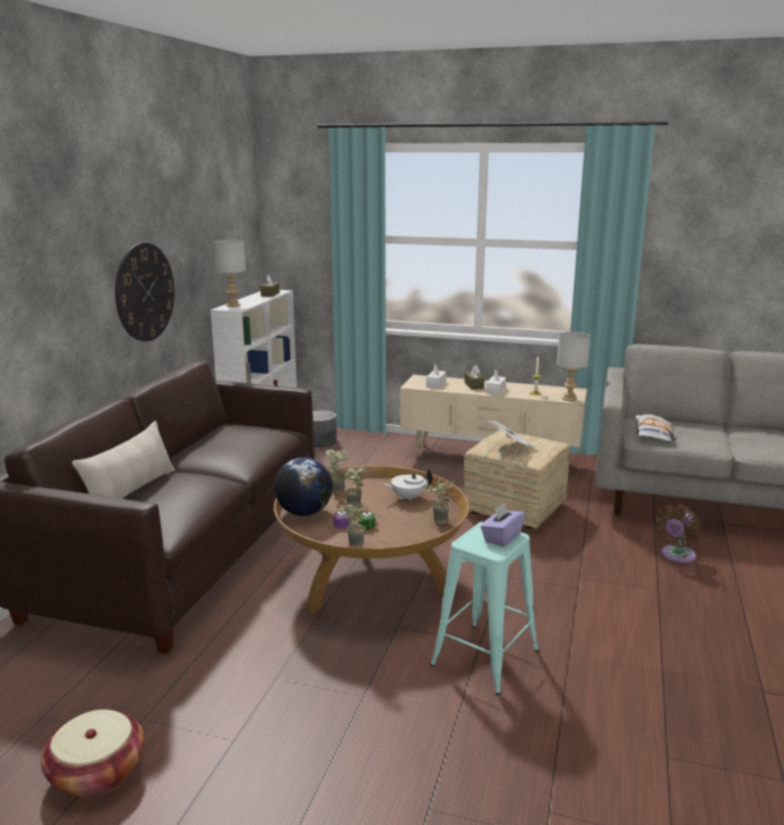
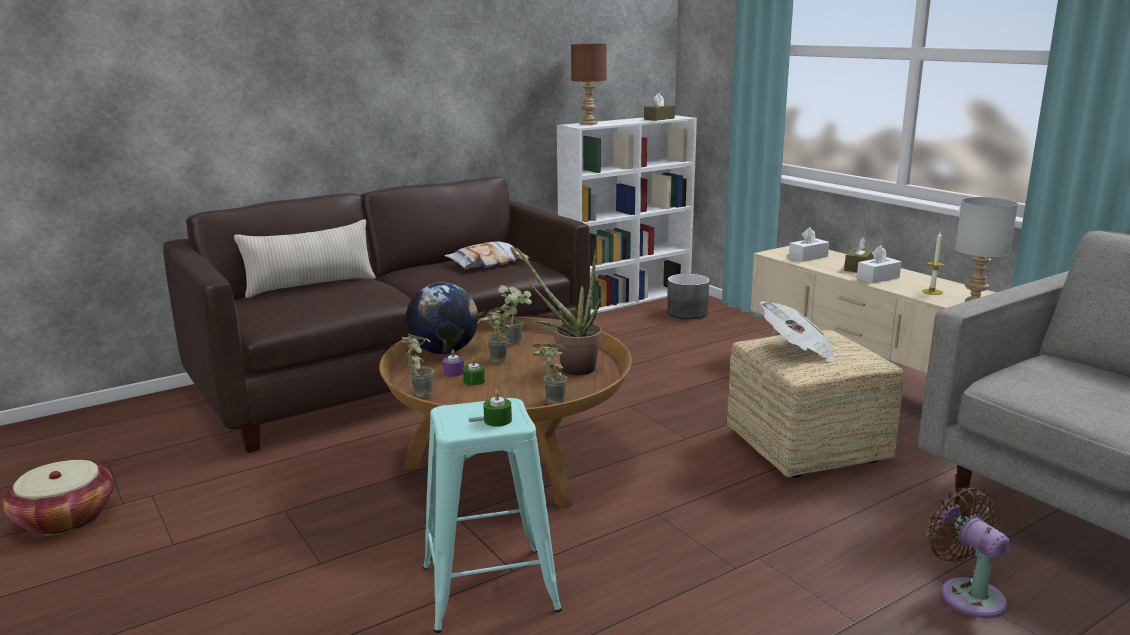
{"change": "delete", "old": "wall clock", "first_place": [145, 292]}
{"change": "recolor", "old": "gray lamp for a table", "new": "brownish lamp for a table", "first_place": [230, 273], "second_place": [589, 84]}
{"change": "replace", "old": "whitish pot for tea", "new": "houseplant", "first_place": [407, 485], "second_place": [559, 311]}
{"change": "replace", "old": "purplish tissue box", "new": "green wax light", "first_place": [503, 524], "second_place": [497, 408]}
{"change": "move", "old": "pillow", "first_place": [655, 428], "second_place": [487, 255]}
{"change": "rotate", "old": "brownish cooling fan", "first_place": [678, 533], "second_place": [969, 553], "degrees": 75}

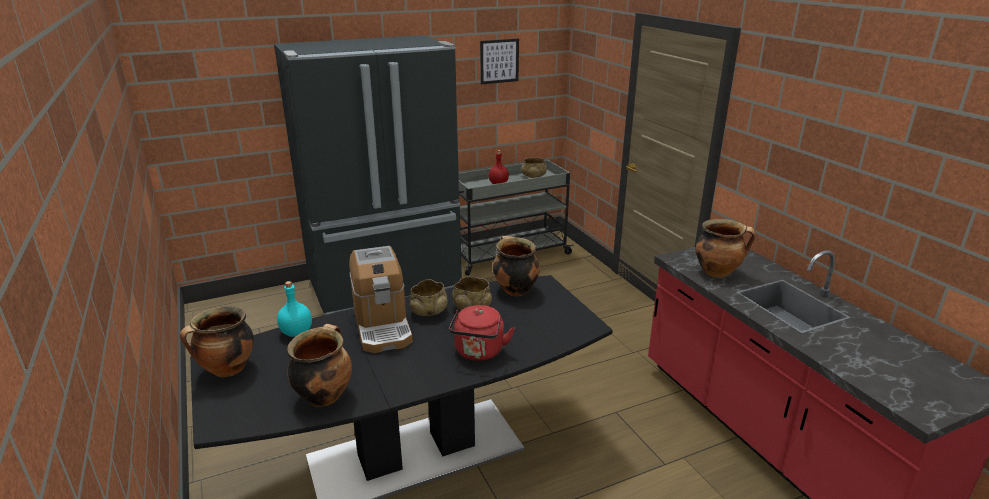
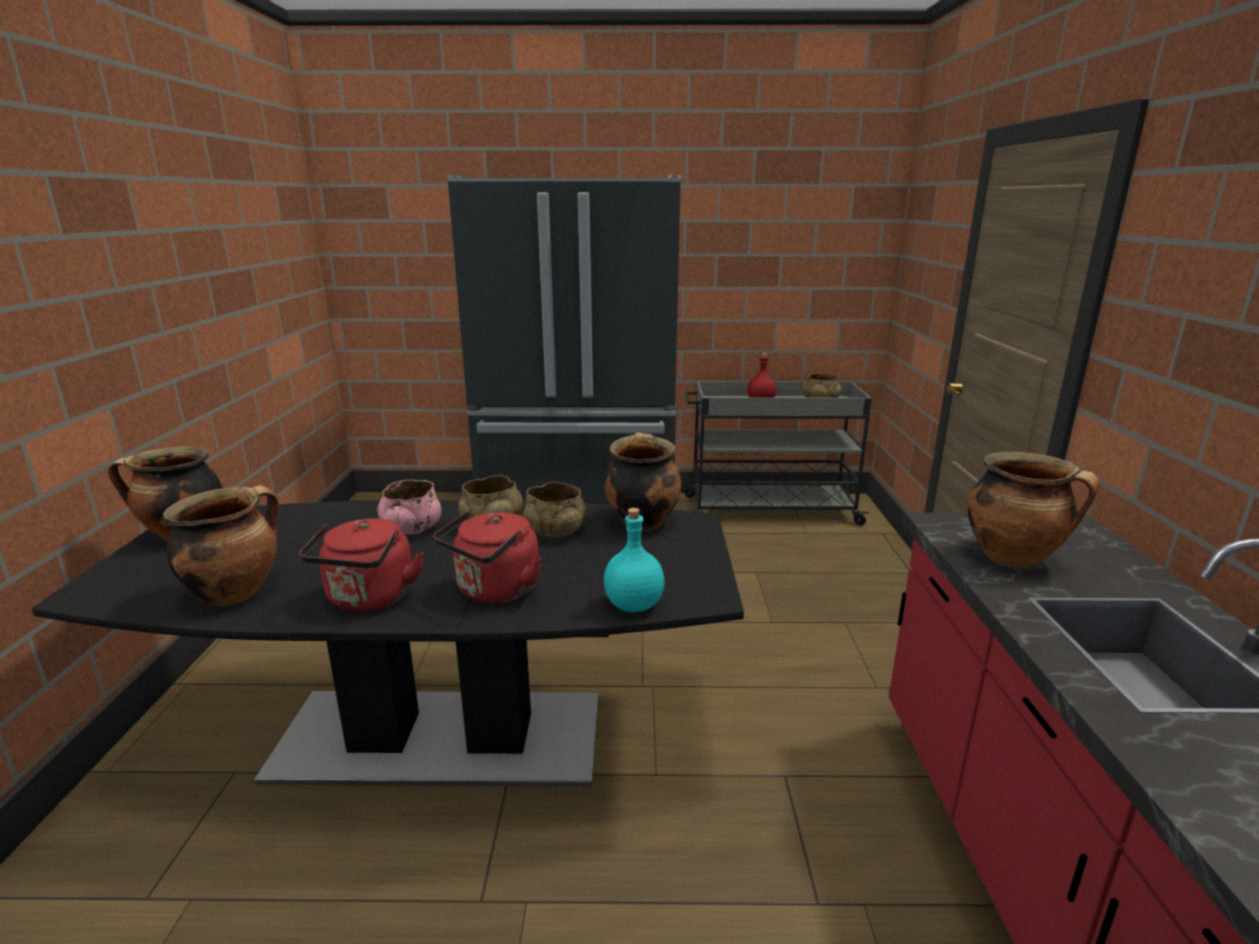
{"change": "move", "old": "turquoise-coloured bottle", "first_place": [294, 309], "second_place": [634, 560]}
{"change": "replace", "old": "coffee brewer", "new": "pinkish serving bowl", "first_place": [381, 299], "second_place": [409, 507]}
{"change": "delete", "old": "wall art", "first_place": [499, 61]}
{"change": "insert", "new": "red-coloured tea kettle", "second_place": [361, 565]}

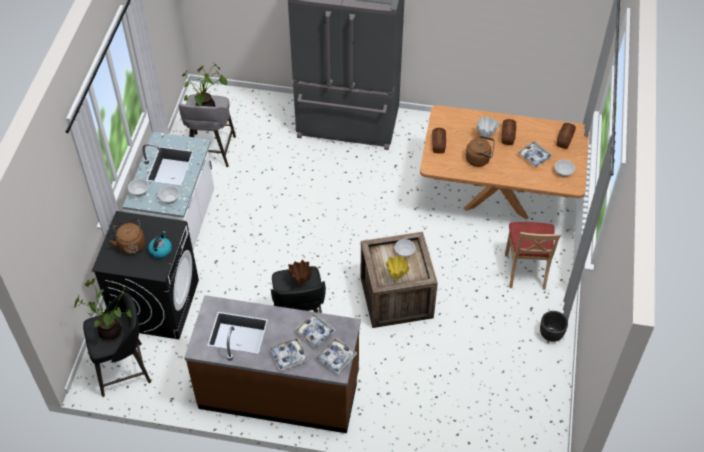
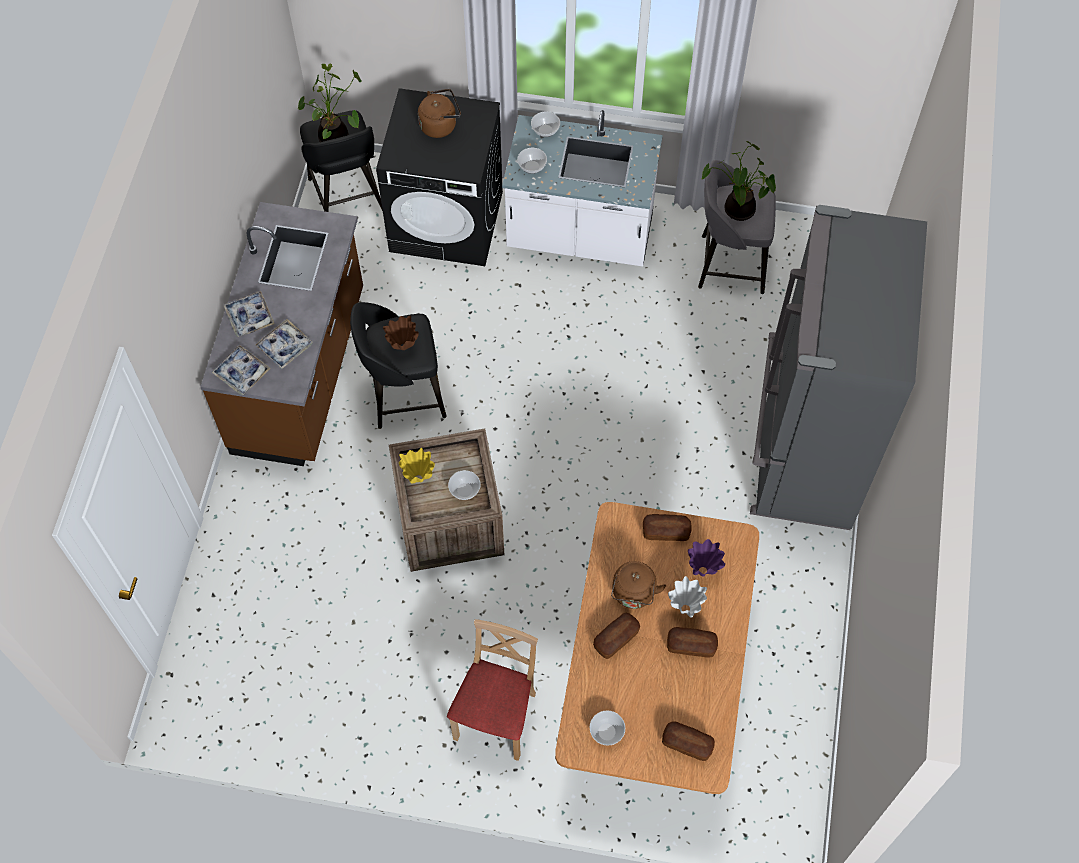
{"change": "delete", "old": "tea kettle", "first_place": [160, 244]}
{"change": "rotate", "old": "sand-coloured upright chair", "first_place": [533, 256], "second_place": [492, 690], "degrees": 105}
{"change": "delete", "old": "tray", "first_place": [535, 154]}
{"change": "delete", "old": "black planter", "first_place": [554, 326]}
{"change": "insert", "new": "bread", "second_place": [616, 636]}
{"change": "insert", "new": "purplish decorative vase", "second_place": [706, 558]}

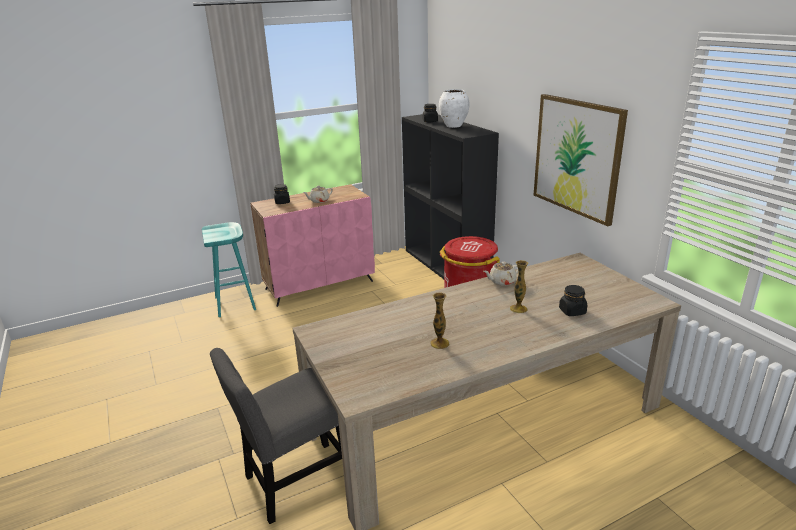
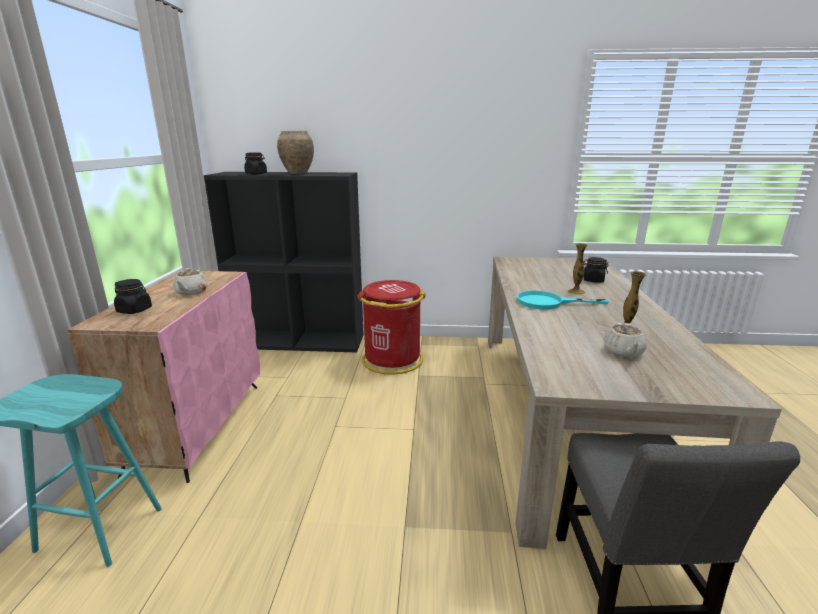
{"change": "recolor", "old": "whitish decorative vase", "new": "brownish decorative vase", "first_place": [454, 108], "second_place": [295, 152]}
{"change": "move", "old": "sand-coloured pot for tea", "first_place": [500, 274], "second_place": [625, 340]}
{"change": "delete", "old": "wall art", "first_place": [581, 160]}
{"change": "insert", "new": "turquoise-coloured pan", "second_place": [563, 299]}

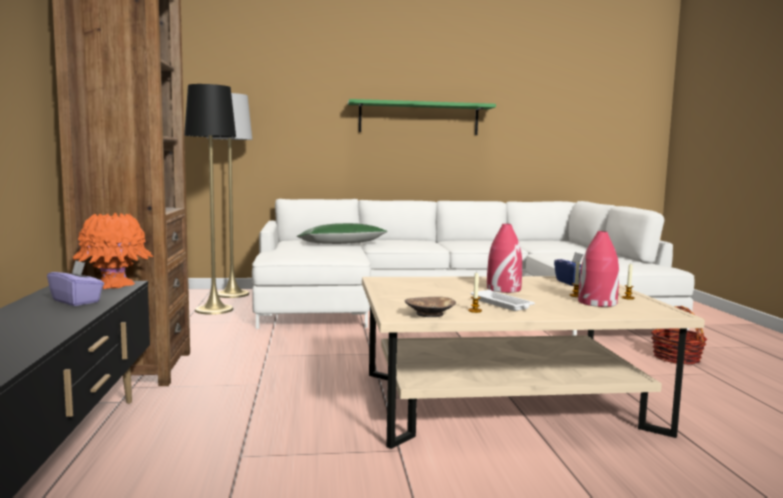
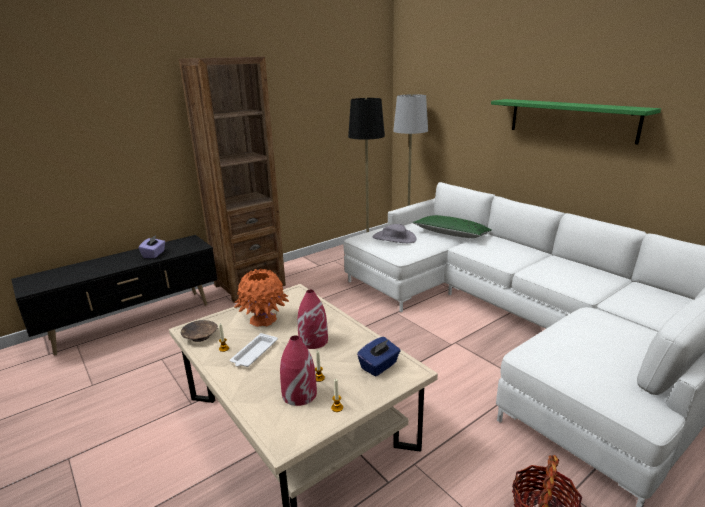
{"change": "move", "old": "orange-coloured decorative vase", "first_place": [112, 251], "second_place": [261, 298]}
{"change": "insert", "new": "gray hat", "second_place": [394, 233]}

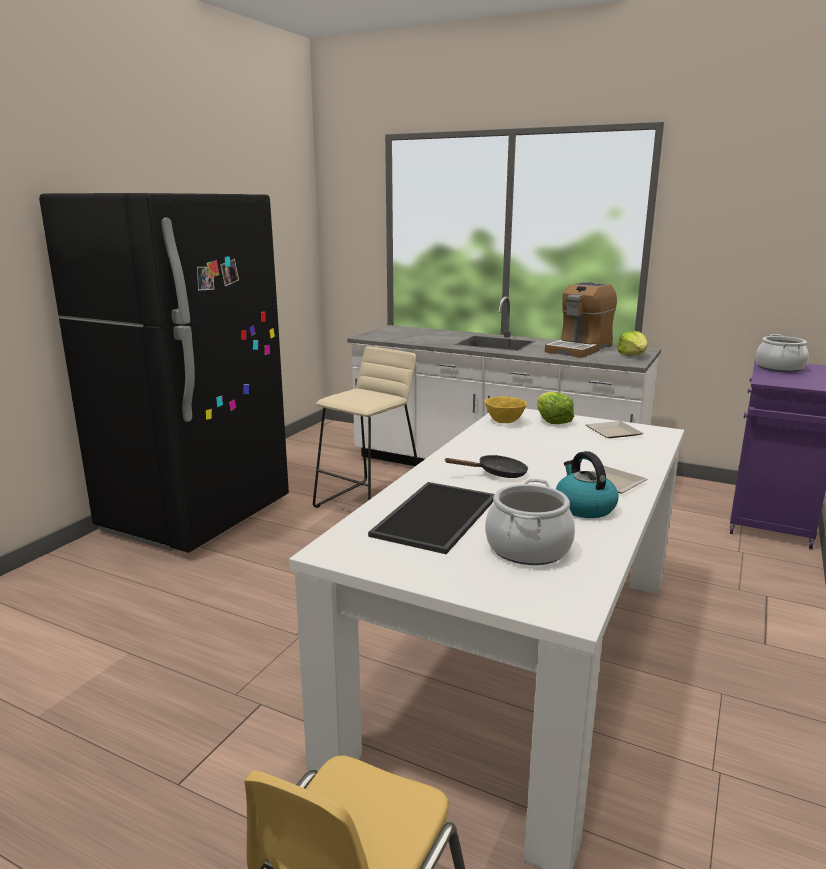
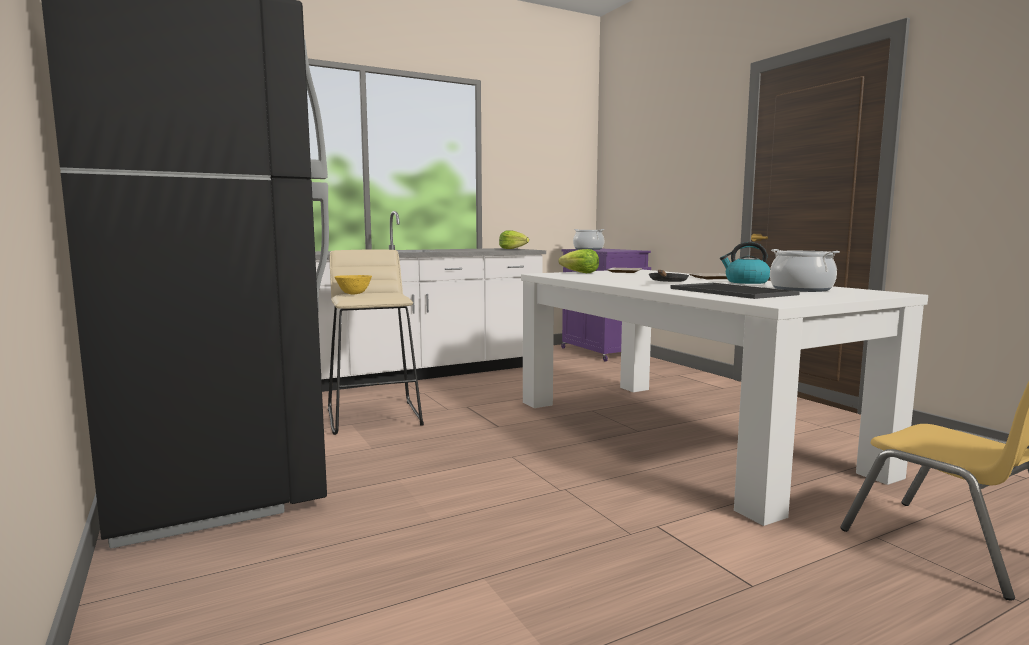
{"change": "move", "old": "yellowish serving bowl", "first_place": [505, 409], "second_place": [353, 285]}
{"change": "delete", "old": "coffee brewer", "first_place": [581, 320]}

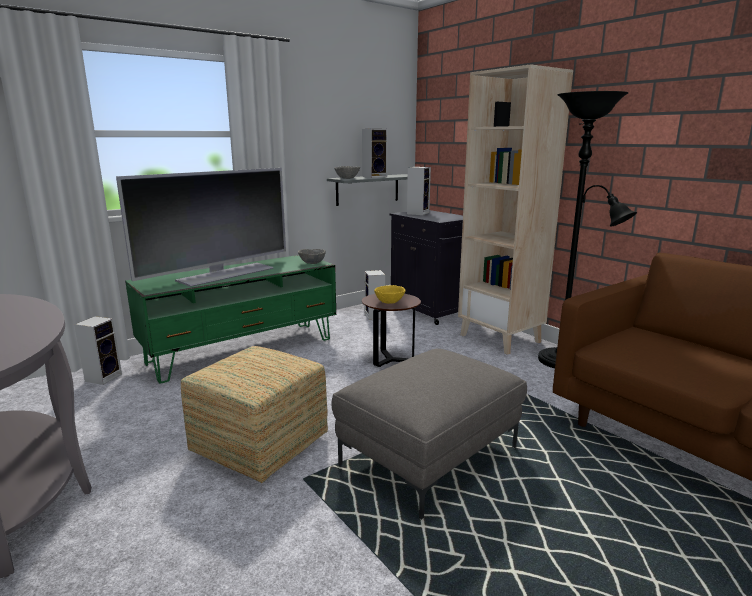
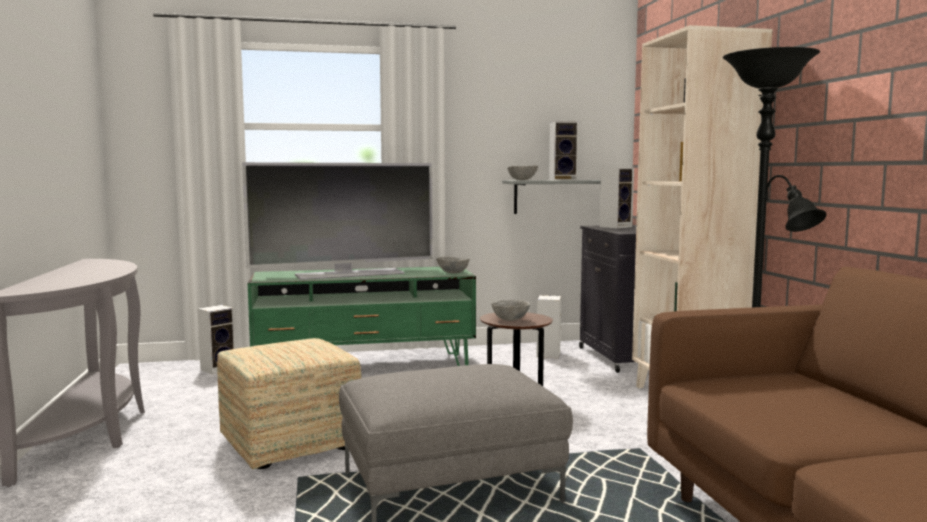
{"change": "recolor", "old": "yellowish serving bowl", "new": "gray serving bowl", "first_place": [390, 294], "second_place": [510, 310]}

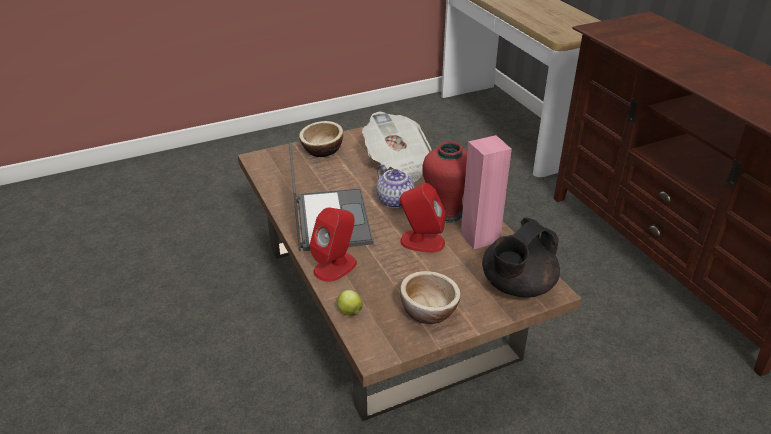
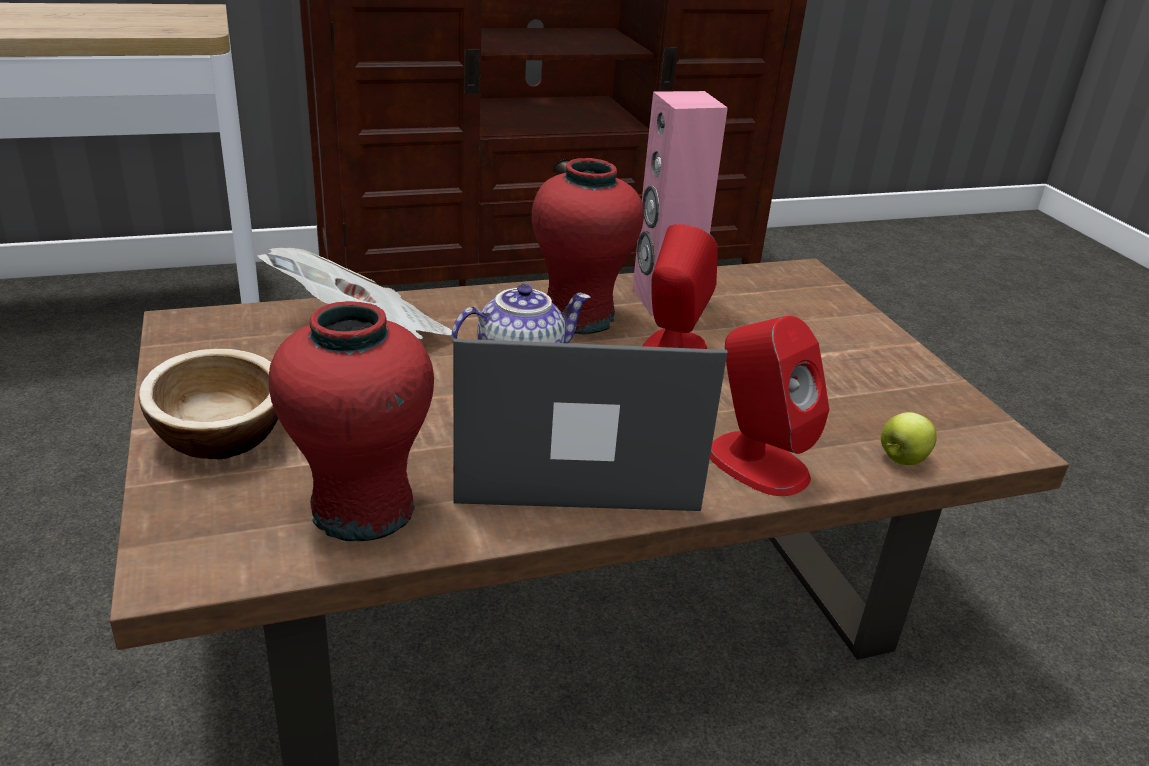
{"change": "delete", "old": "serving bowl", "first_place": [430, 297]}
{"change": "delete", "old": "black pot for tea", "first_place": [521, 257]}
{"change": "insert", "new": "red-coloured decorative vase", "second_place": [351, 421]}

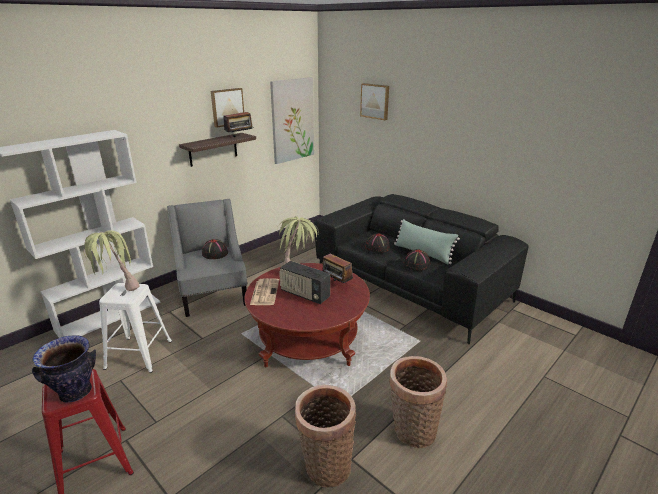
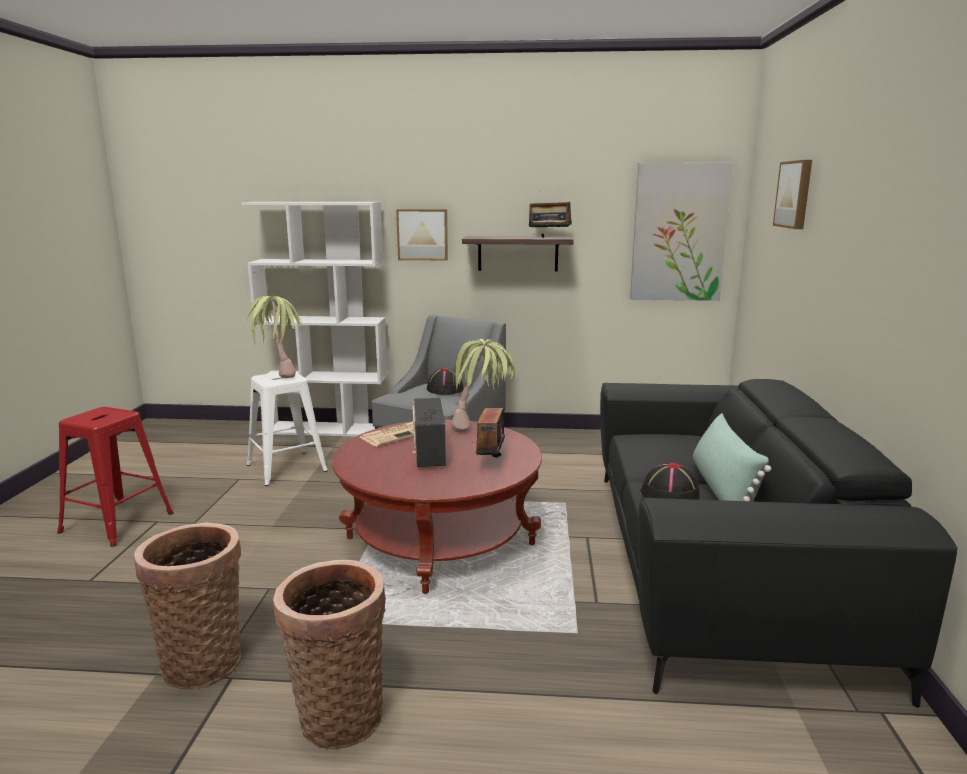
{"change": "delete", "old": "decorative vase", "first_place": [64, 369]}
{"change": "move", "old": "wall art", "first_place": [227, 108], "second_place": [422, 235]}
{"change": "delete", "old": "black hat", "first_place": [377, 243]}

